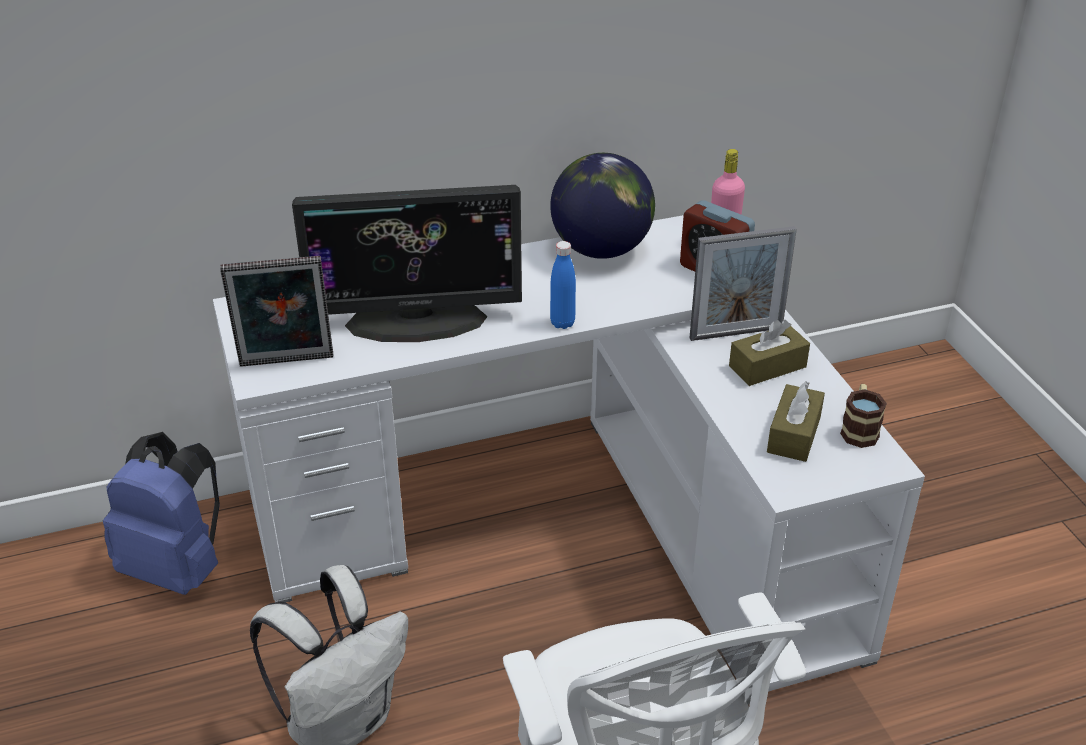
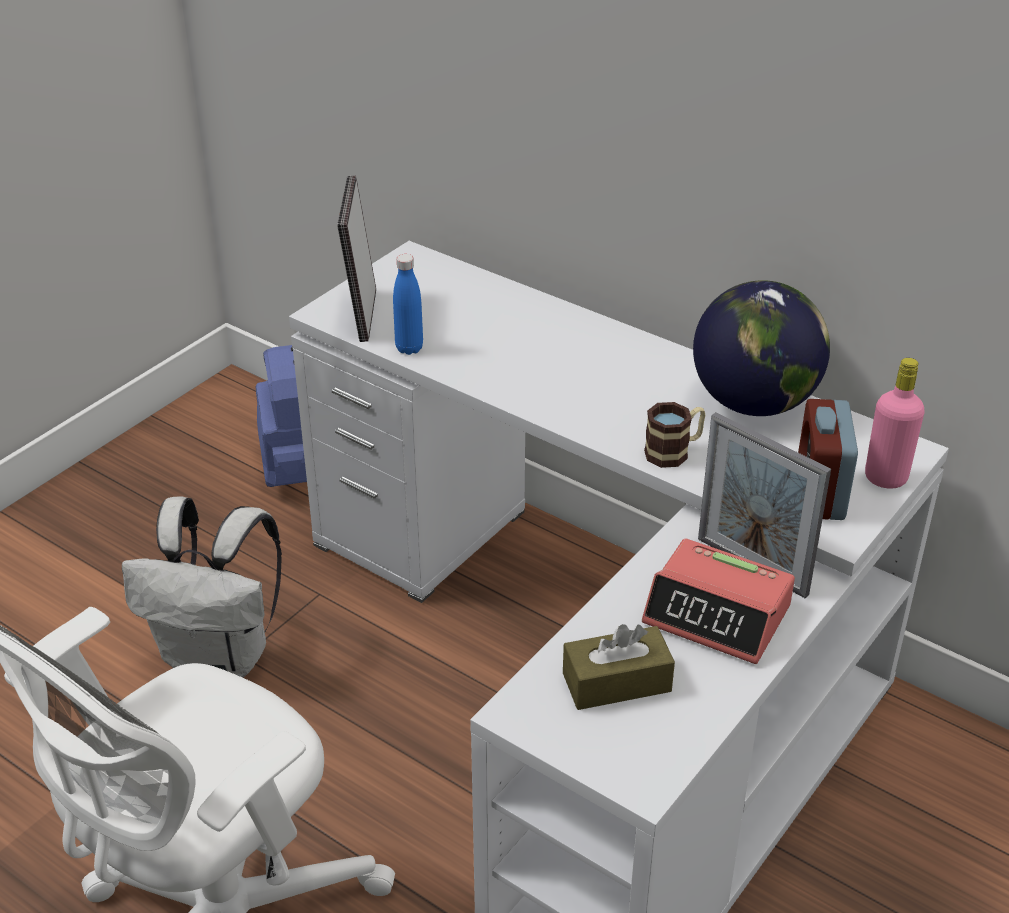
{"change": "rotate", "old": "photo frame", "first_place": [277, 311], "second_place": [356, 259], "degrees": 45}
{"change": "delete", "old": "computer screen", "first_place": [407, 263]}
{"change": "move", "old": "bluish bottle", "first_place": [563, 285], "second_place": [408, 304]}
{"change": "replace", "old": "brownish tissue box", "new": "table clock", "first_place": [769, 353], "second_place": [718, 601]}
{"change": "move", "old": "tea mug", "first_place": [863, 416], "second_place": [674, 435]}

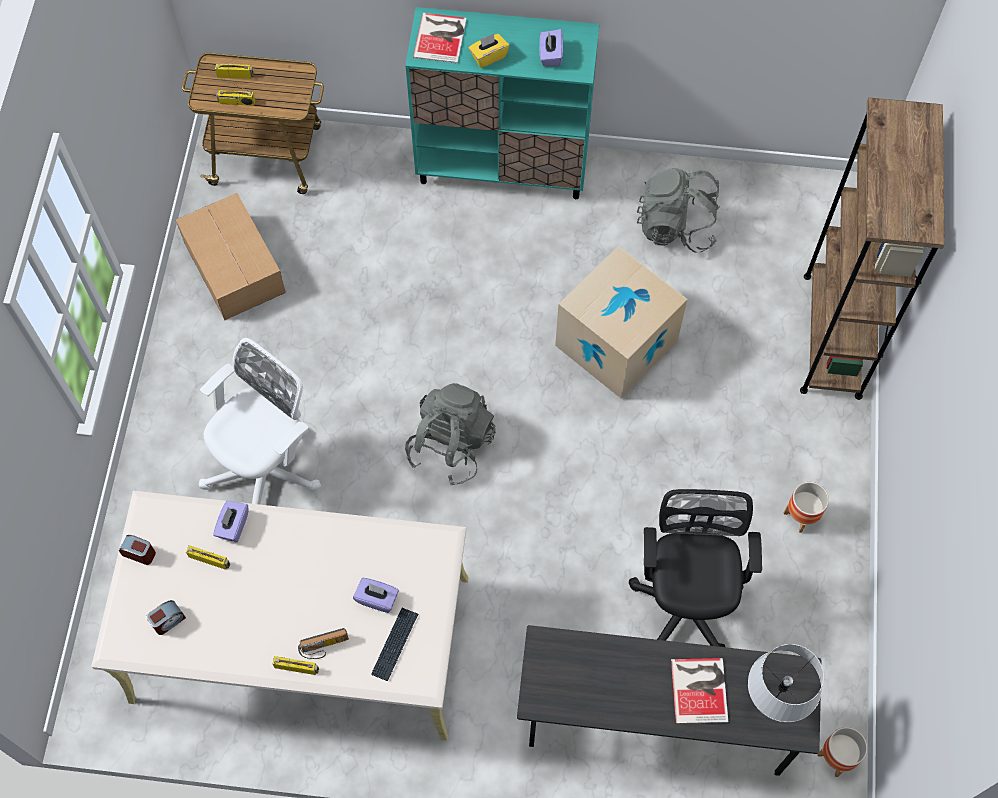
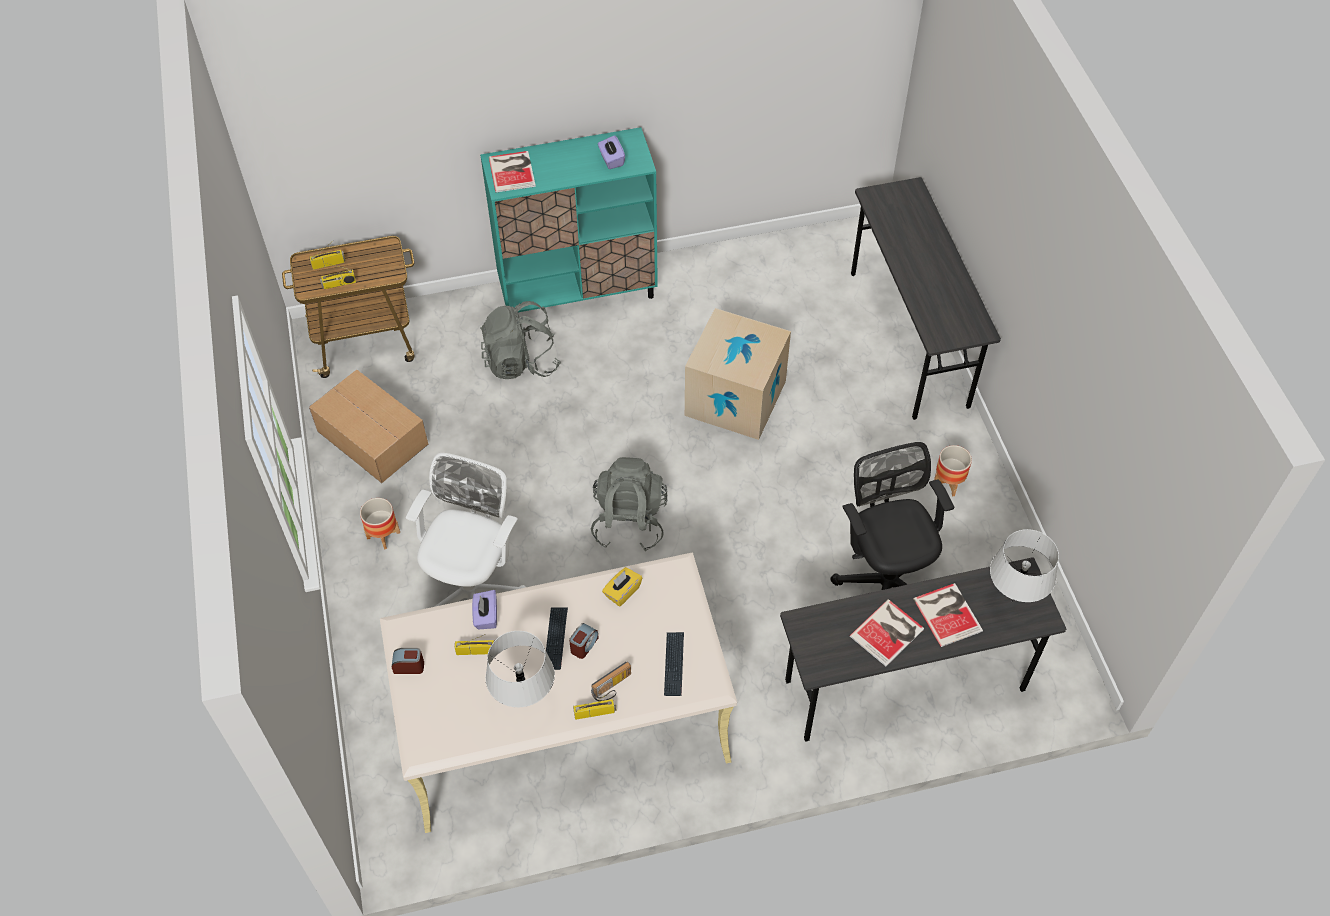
{"change": "move", "old": "table clock", "first_place": [166, 617], "second_place": [584, 641]}
{"change": "delete", "old": "purplish tissue box", "first_place": [376, 595]}
{"change": "move", "old": "yellowish tissue box", "first_place": [489, 51], "second_place": [622, 586]}
{"change": "move", "old": "gray knapsack", "first_place": [678, 210], "second_place": [520, 340]}
{"change": "replace", "old": "brownish bookshelf", "new": "gray desk table", "first_place": [872, 248], "second_place": [926, 298]}
{"change": "move", "old": "planter", "first_place": [842, 752], "second_place": [380, 523]}
{"change": "insert", "new": "gray lamp for a table", "second_place": [520, 669]}
{"change": "insert", "new": "keyboard", "second_place": [557, 638]}
{"change": "insert", "new": "bound book", "second_place": [887, 632]}

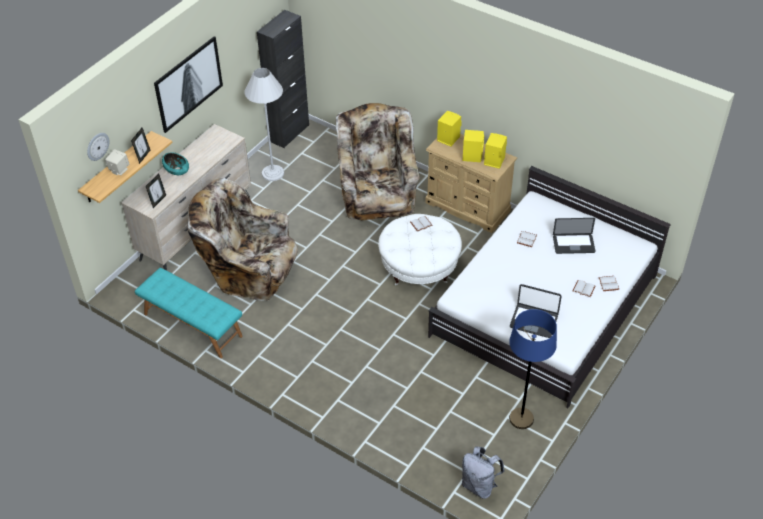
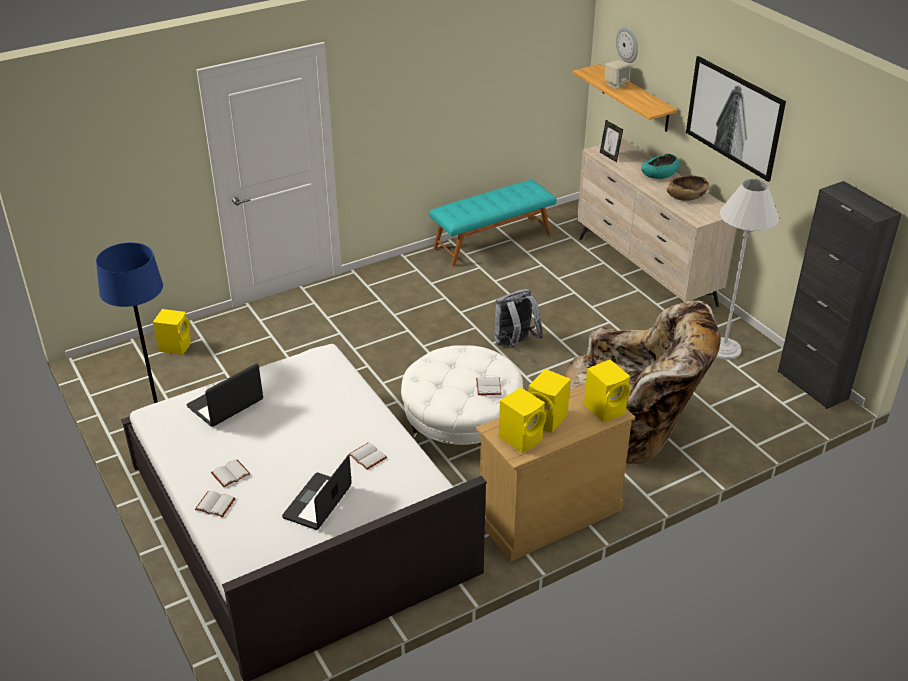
{"change": "delete", "old": "photo frame", "first_place": [140, 146]}
{"change": "delete", "old": "sand-coloured armchair", "first_place": [242, 239]}
{"change": "move", "old": "gray knapsack", "first_place": [483, 472], "second_place": [519, 318]}
{"change": "insert", "new": "yellowish speaker", "second_place": [172, 332]}
{"change": "insert", "new": "brownish serving bowl", "second_place": [688, 188]}

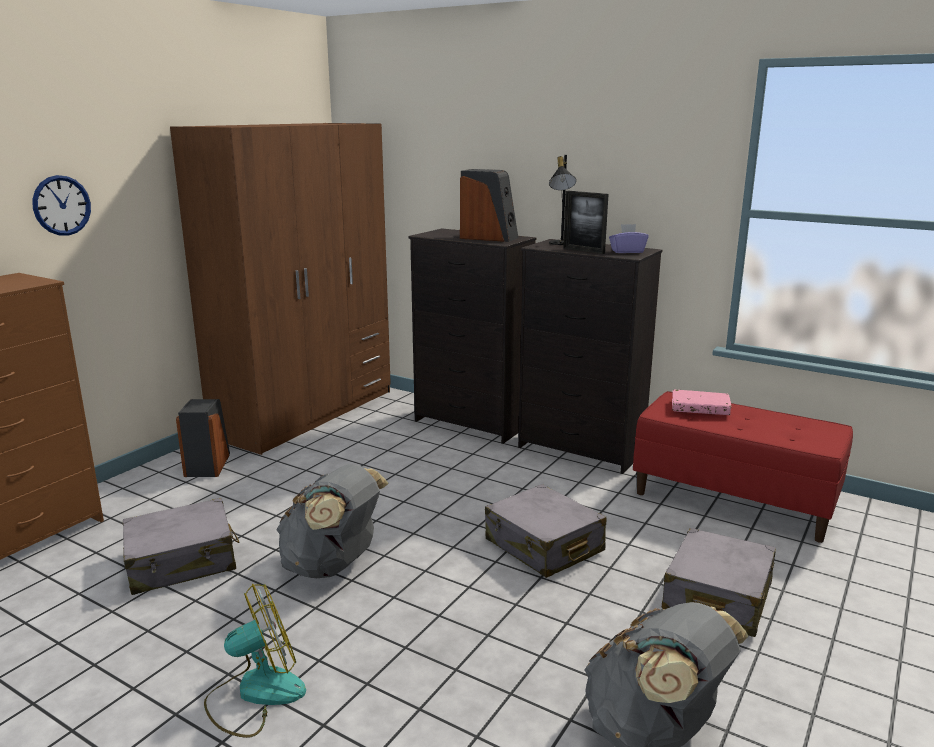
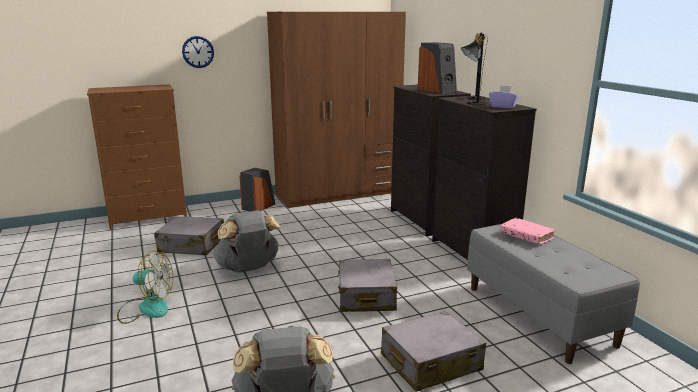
{"change": "replace", "old": "photo frame", "new": "black lamp for a table", "first_place": [585, 222], "second_place": [474, 69]}
{"change": "recolor", "old": "red-coloured long seat", "new": "gray long seat", "first_place": [743, 467], "second_place": [553, 294]}

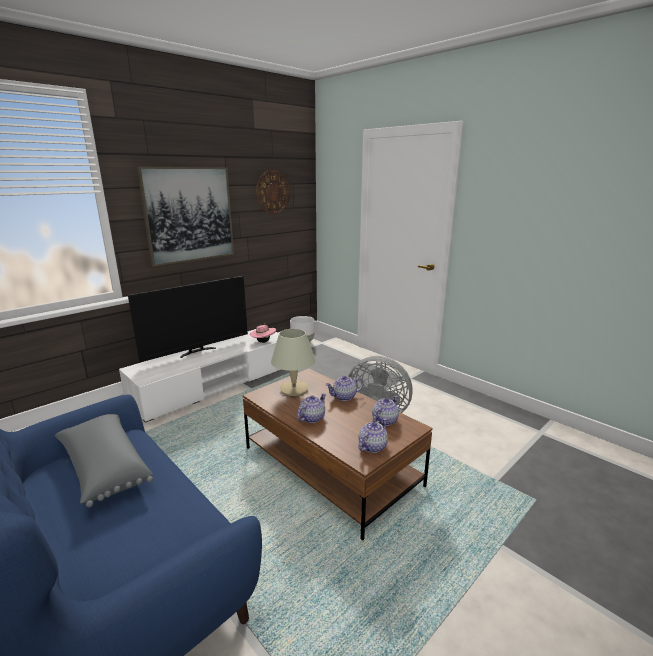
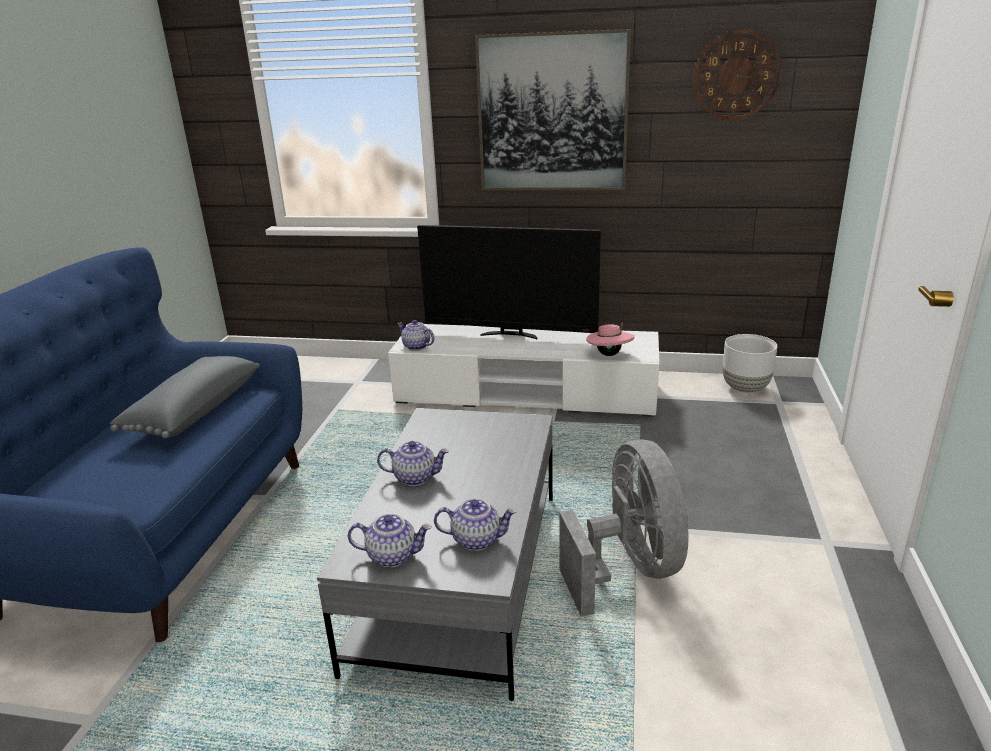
{"change": "recolor", "old": "brownish lounge table", "new": "gray lounge table", "first_place": [338, 455], "second_place": [435, 554]}
{"change": "delete", "old": "sand-coloured lamp for a table", "first_place": [293, 362]}
{"change": "move", "old": "pot for tea", "first_place": [344, 388], "second_place": [415, 335]}

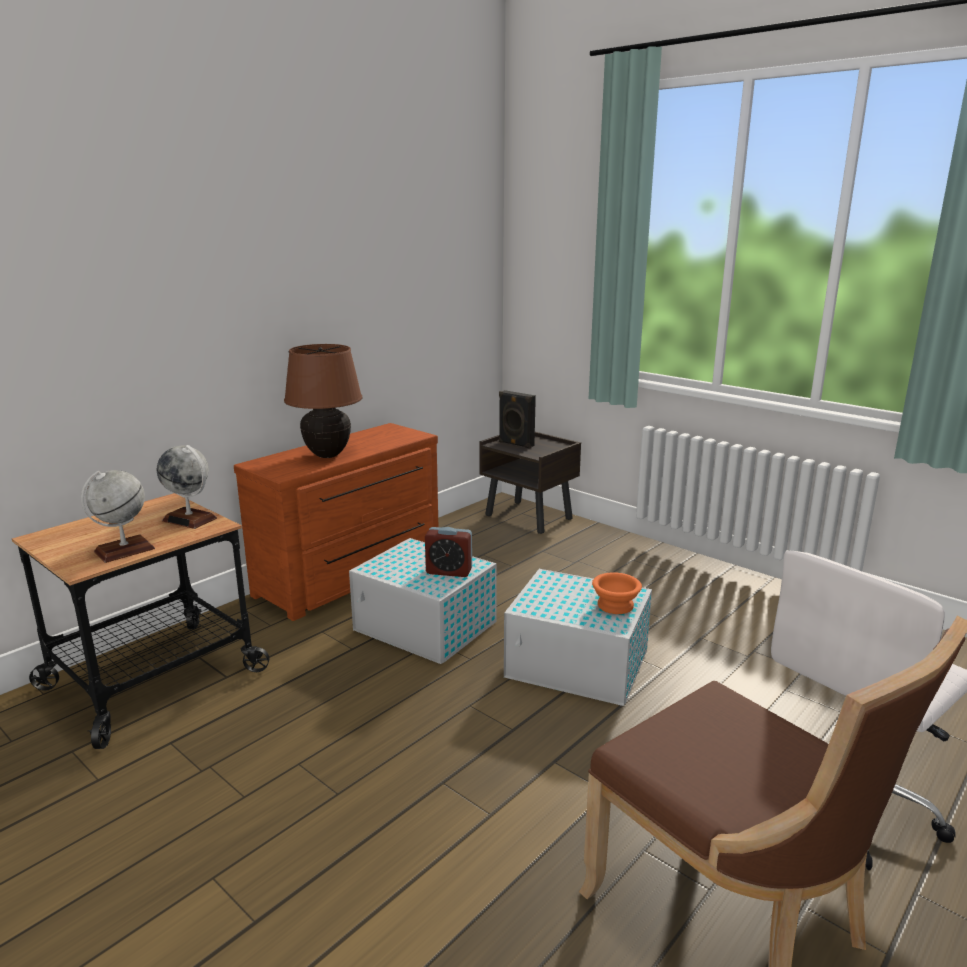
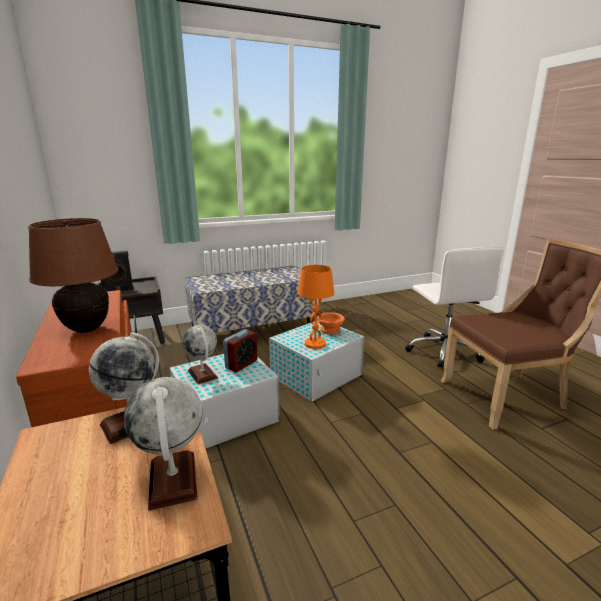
{"change": "insert", "new": "globe", "second_place": [200, 354]}
{"change": "insert", "new": "long seat", "second_place": [250, 299]}
{"change": "insert", "new": "orange-coloured lamp for a table", "second_place": [316, 307]}

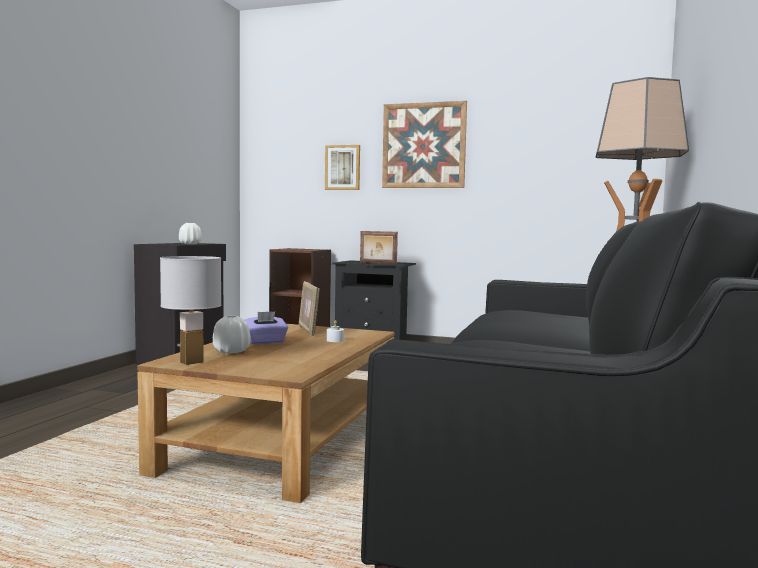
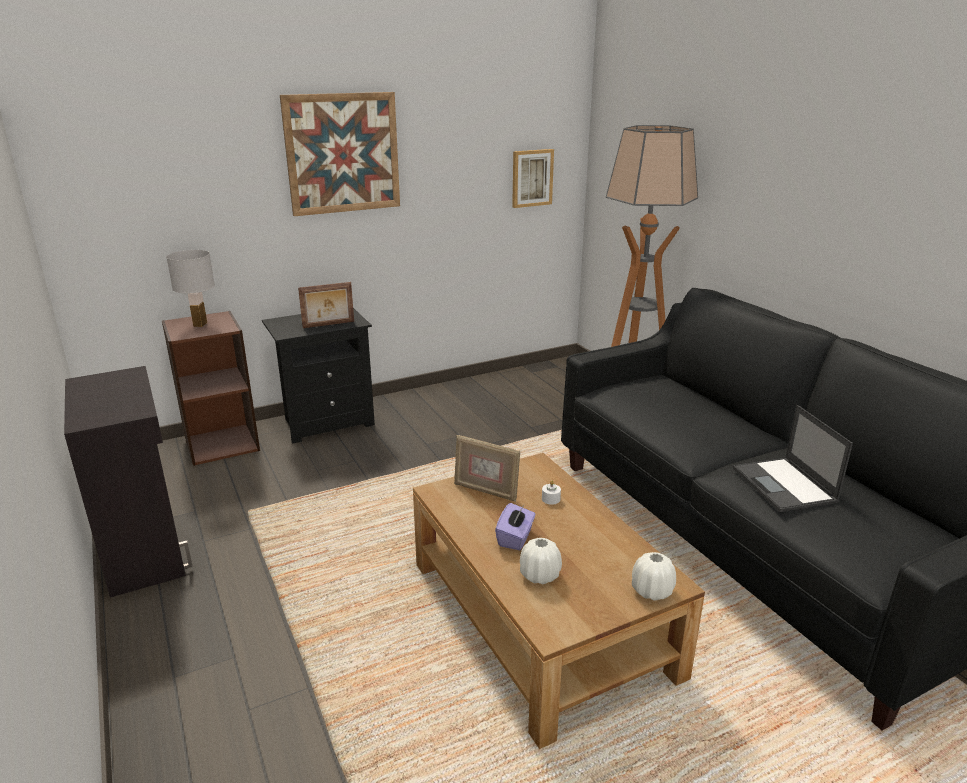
{"change": "move", "old": "whitish lamp for a table", "first_place": [190, 310], "second_place": [190, 288]}
{"change": "move", "old": "whitish decorative vase", "first_place": [190, 233], "second_place": [654, 576]}
{"change": "move", "old": "wall art", "first_place": [342, 167], "second_place": [533, 178]}
{"change": "insert", "new": "notebook computer", "second_place": [793, 458]}

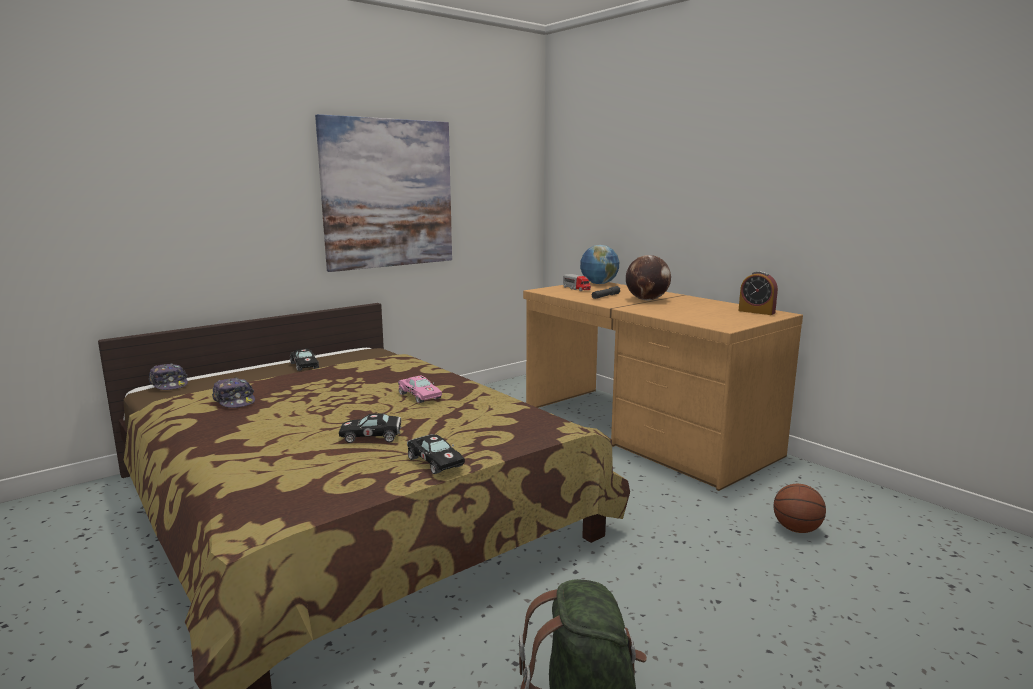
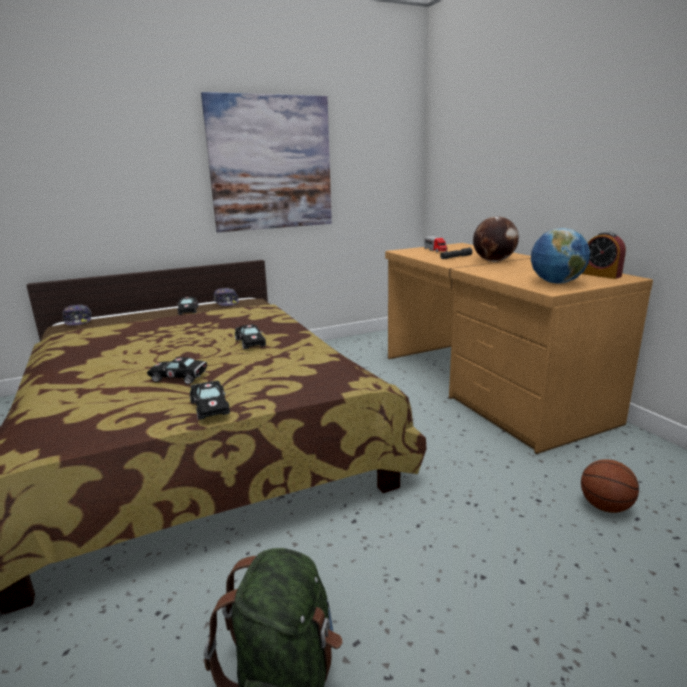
{"change": "move", "old": "baseball cap", "first_place": [233, 392], "second_place": [226, 297]}
{"change": "recolor", "old": "pinkish model car", "new": "black model car", "first_place": [420, 389], "second_place": [250, 336]}
{"change": "move", "old": "globe", "first_place": [599, 264], "second_place": [560, 255]}

